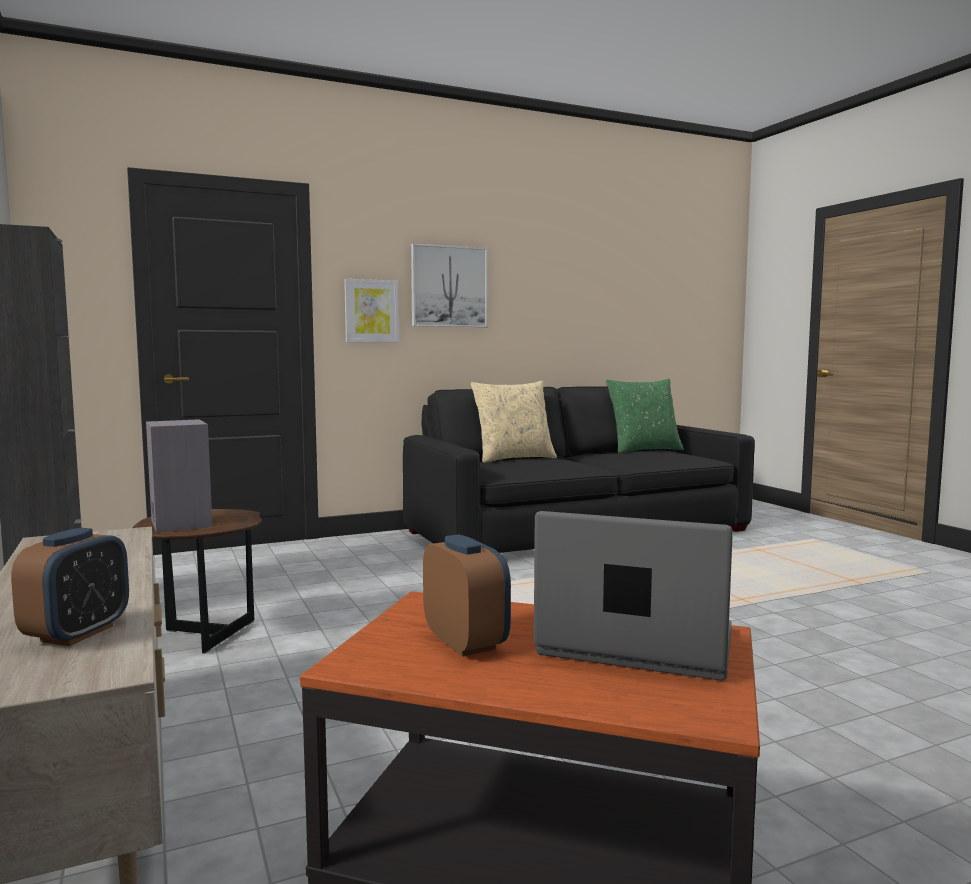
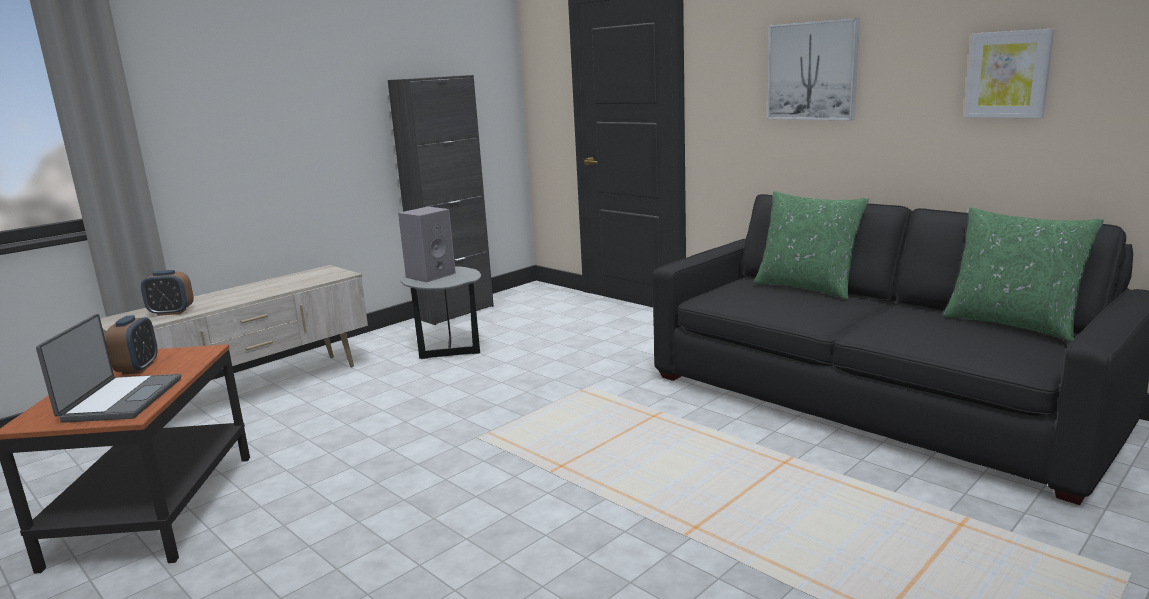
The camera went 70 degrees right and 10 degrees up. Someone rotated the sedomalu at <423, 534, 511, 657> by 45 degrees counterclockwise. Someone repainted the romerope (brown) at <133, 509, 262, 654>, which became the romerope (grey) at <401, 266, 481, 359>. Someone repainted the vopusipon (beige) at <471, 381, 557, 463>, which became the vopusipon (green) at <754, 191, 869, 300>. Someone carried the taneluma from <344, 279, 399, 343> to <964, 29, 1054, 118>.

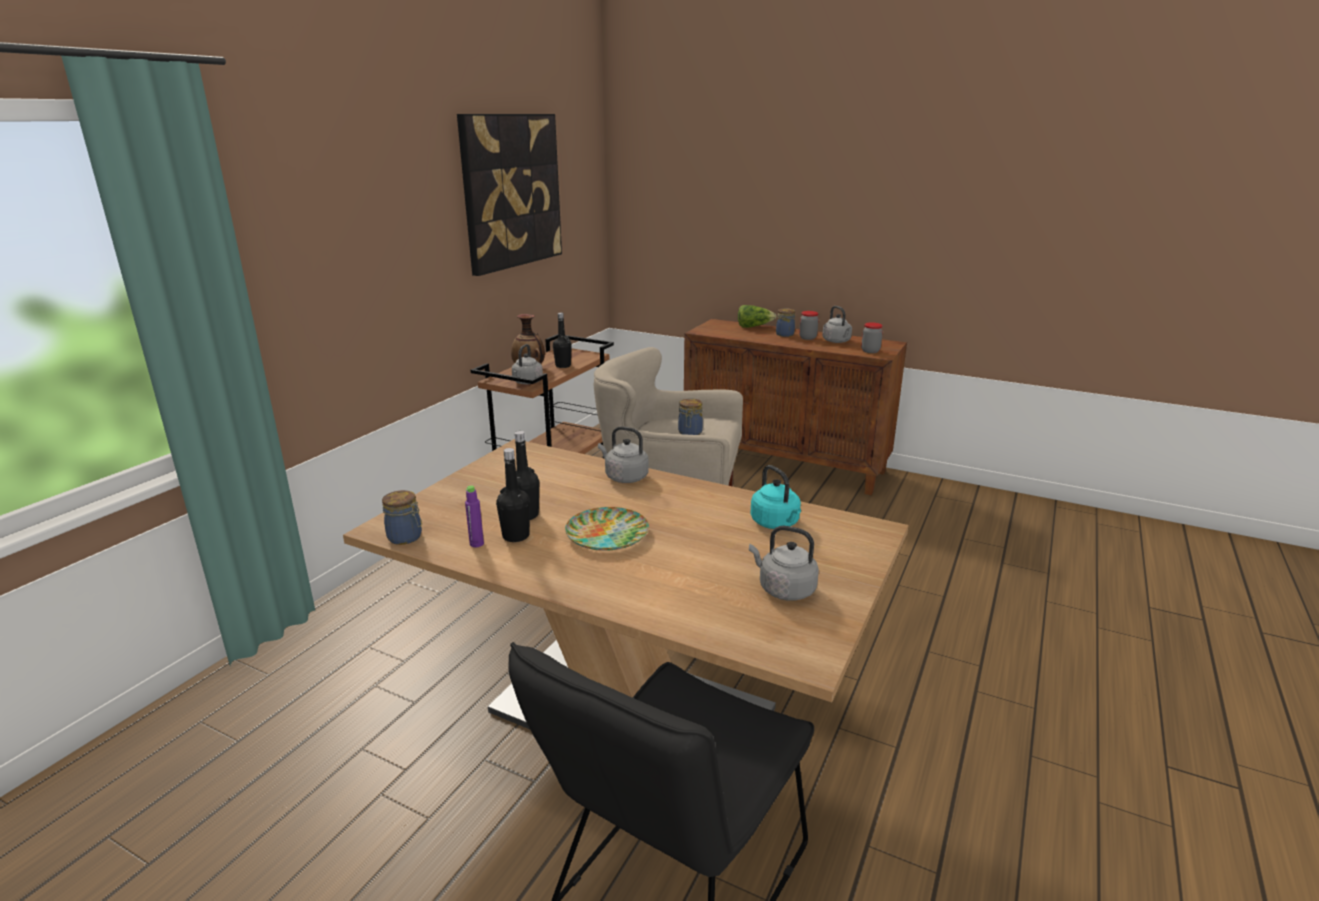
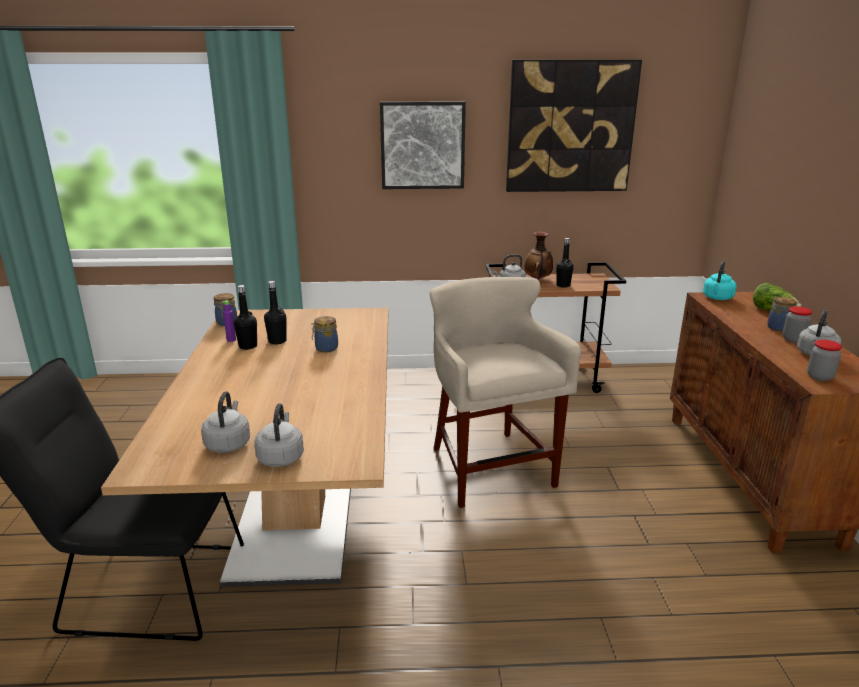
The camera went 60 degrees right and 0 degrees up. Someone carried the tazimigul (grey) from <598, 426, 649, 483> to <254, 403, 304, 467>. Someone carried the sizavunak from <678, 398, 703, 435> to <311, 316, 338, 352>. Someone put up the taneluma at <380, 102, 466, 189>. Someone carried the tazimigul (turquoise) from <750, 465, 801, 529> to <703, 261, 736, 300>. Someone took away the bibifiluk at <565, 507, 649, 551>.

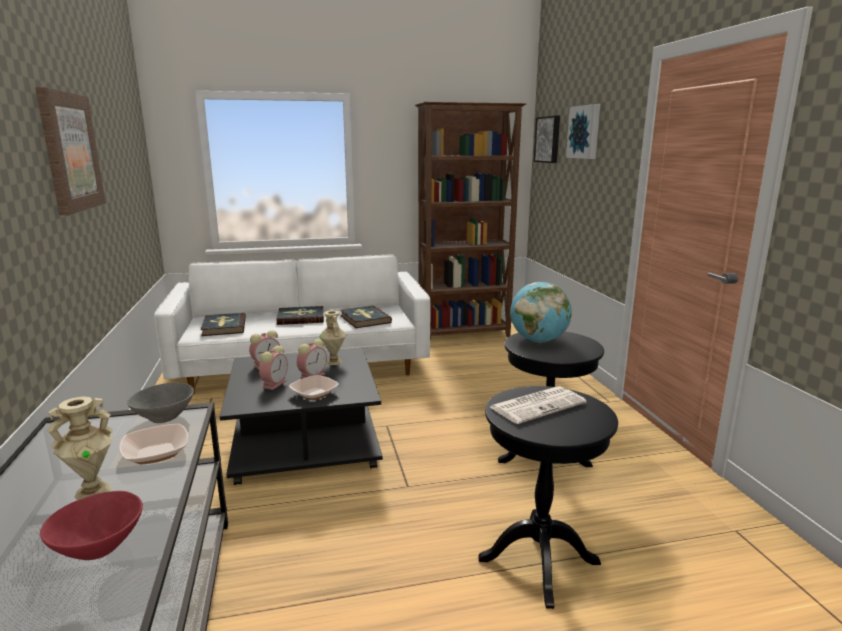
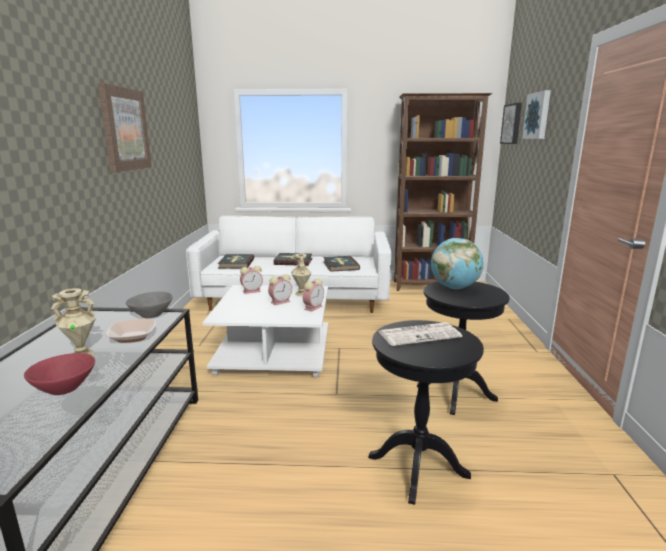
The camera went 15 degrees right and 0 degrees up. Someone repainted the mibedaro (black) at <220, 348, 383, 485>, which became the mibedaro (white) at <203, 285, 328, 377>. Someone carried the sedomalu from <259, 346, 288, 390> to <302, 278, 324, 312>. Someone took away the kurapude at <289, 375, 339, 400>.

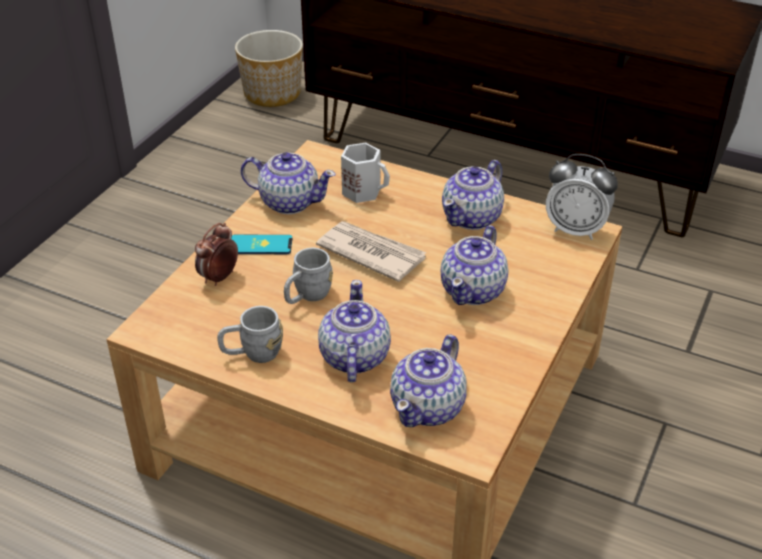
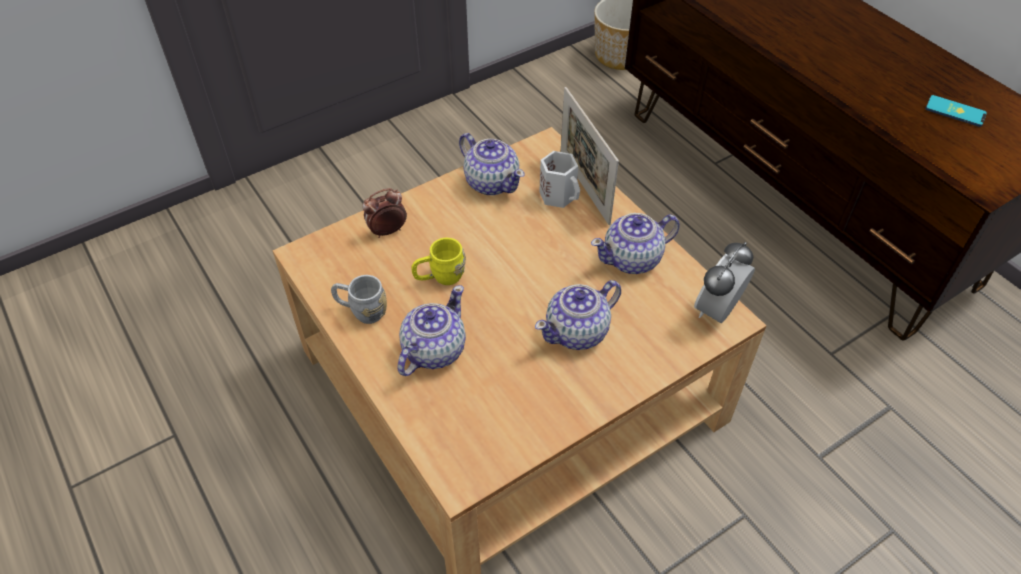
The camera went 30 degrees right and 10 degrees up. Someone repainted the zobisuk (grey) at <284, 248, 333, 304>, which became the zobisuk (yellow) at <411, 238, 466, 285>. Someone put down the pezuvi at <561, 87, 619, 225>. Someone rotated the sedomalu at <546, 154, 618, 240> by 75 degrees clockwise. Someone carried the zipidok from <231, 235, 292, 254> to <925, 95, 987, 127>. Someone took away the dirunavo at <316, 221, 426, 282>. Someone took away the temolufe at <390, 334, 467, 427>.

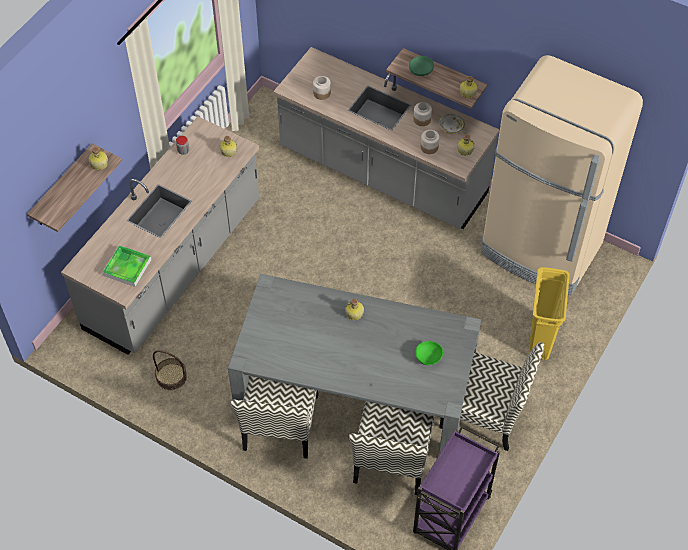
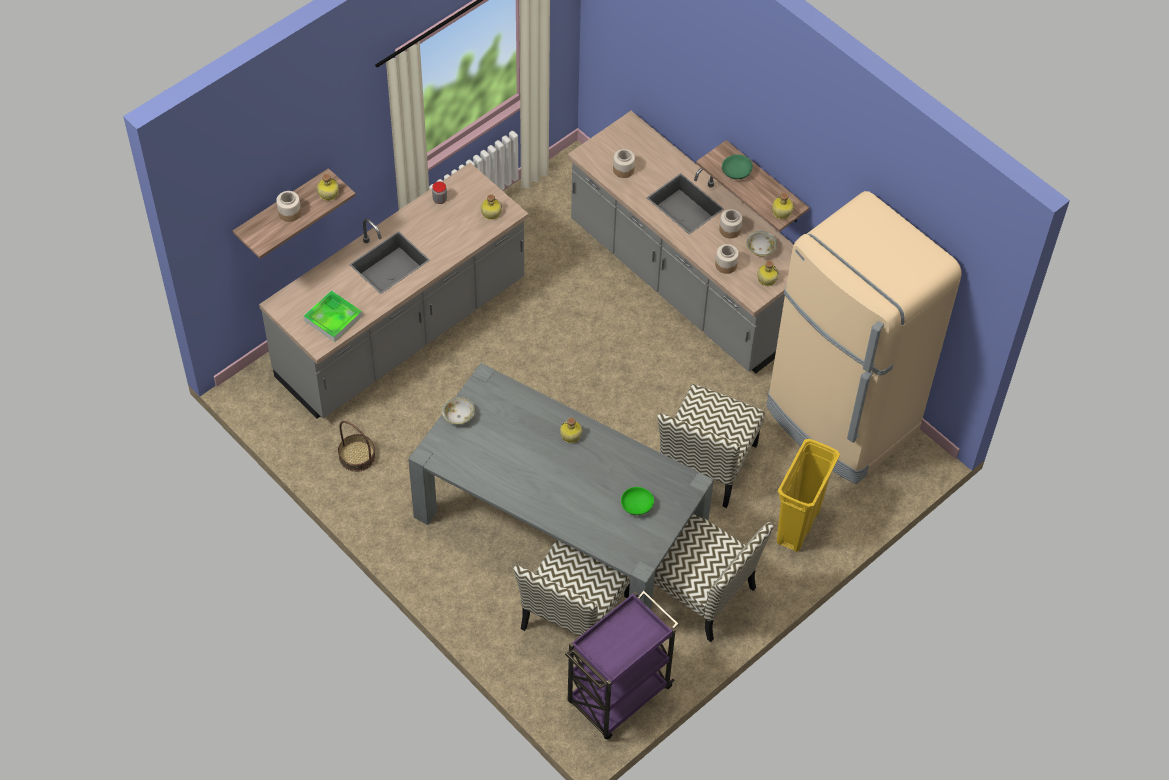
The camera went 15 degrees right and 0 degrees up. Someone put down the sizavunak at <276, 191, 301, 222>. Someone put down the kurapude at <442, 397, 475, 424>. Someone carried the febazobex from <231, 376, 318, 459> to <657, 384, 765, 508>.

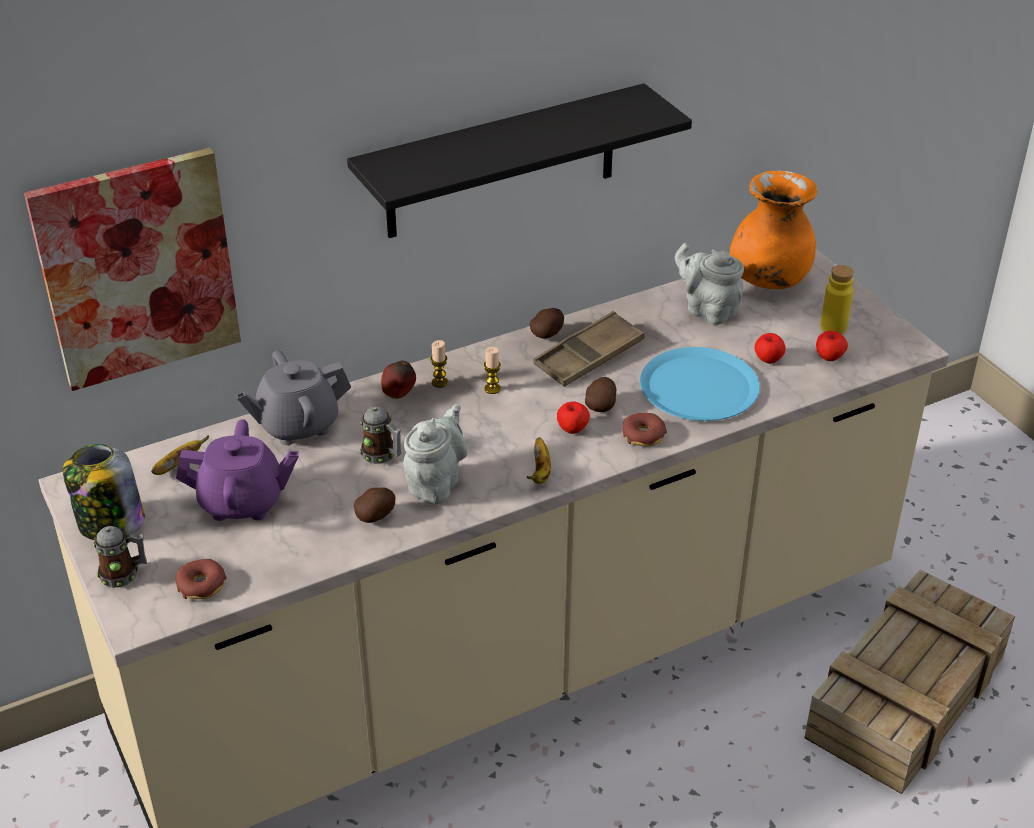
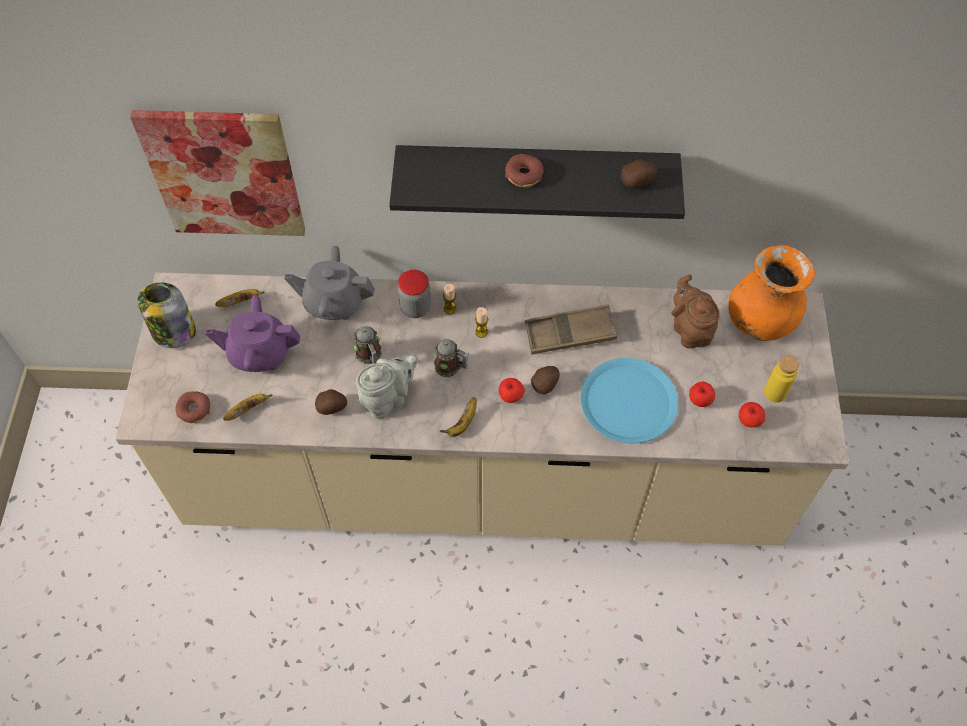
The camera went 30 degrees right and 20 degrees up. Someone rotated the temolufe (purple) at <176, 419, 299, 521> by 150 degrees clockwise. Someone put down the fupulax at <223, 394, 272, 421>. Someone swapped the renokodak at <381, 361, 416, 399> for the sizavunak at <398, 270, 431, 318>. Someone carried the zobisuk from <93, 526, 147, 588> to <433, 339, 469, 377>. Someone carried the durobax from <622, 413, 667, 447> to <505, 154, 543, 187>. Someone carried the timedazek from <530, 308, 564, 339> to <621, 159, 657, 188>. Someone repainted the temolufe (grey) at <675, 243, 744, 325>, which became the temolufe (brown) at <671, 274, 719, 348>. Someone took away the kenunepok at <804, 570, 1015, 794>.

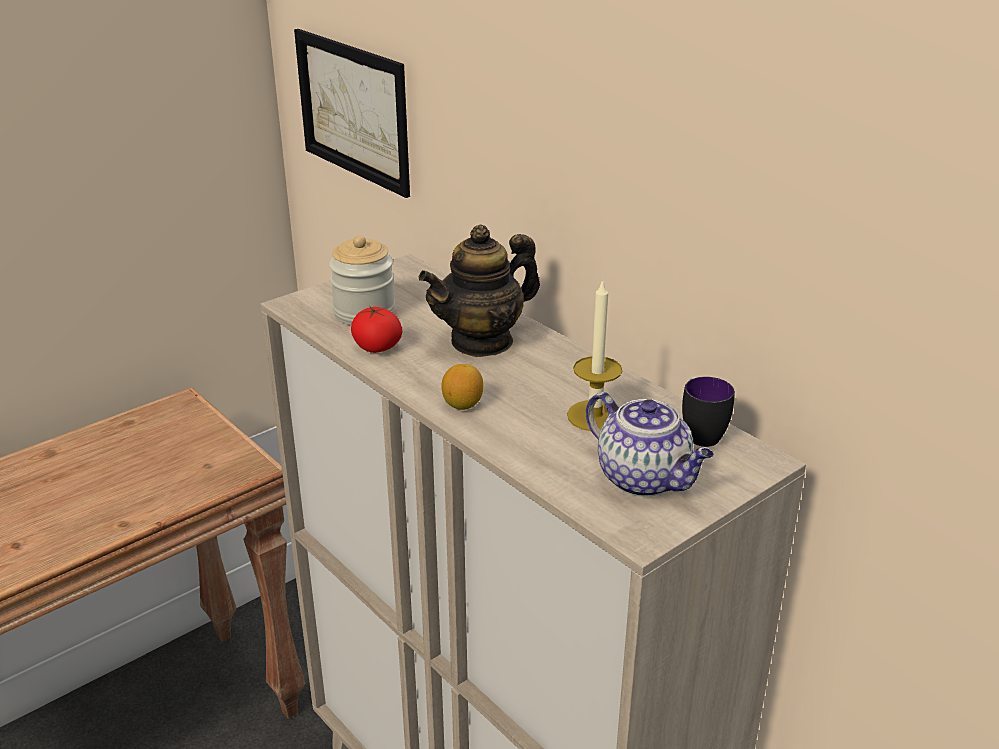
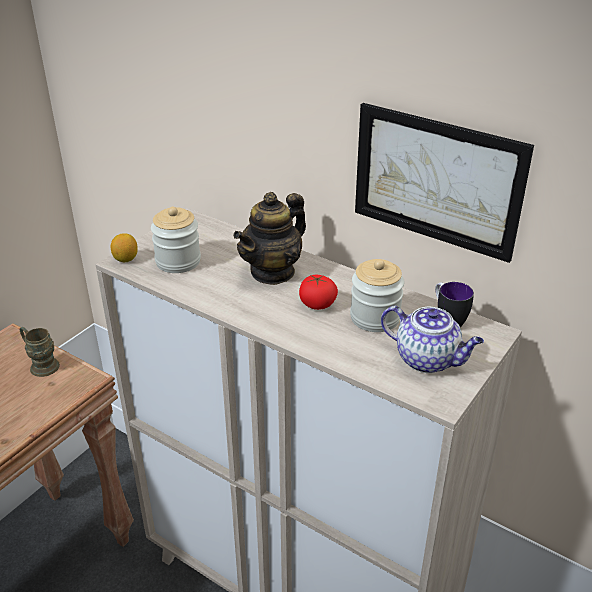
The camera went 15 degrees left and 5 degrees up. Someone put down the zobisuk (brown) at <20, 327, 60, 377>. Someone carried the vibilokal from <442, 364, 483, 410> to <111, 233, 138, 262>. Someone carried the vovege from <351, 307, 402, 353> to <299, 275, 338, 310>. Someone swapped the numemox at <567, 279, 622, 431> for the sizavunak at <350, 259, 404, 332>. Someone carried the taneluma from <294, 29, 410, 198> to <355, 103, 534, 263>.

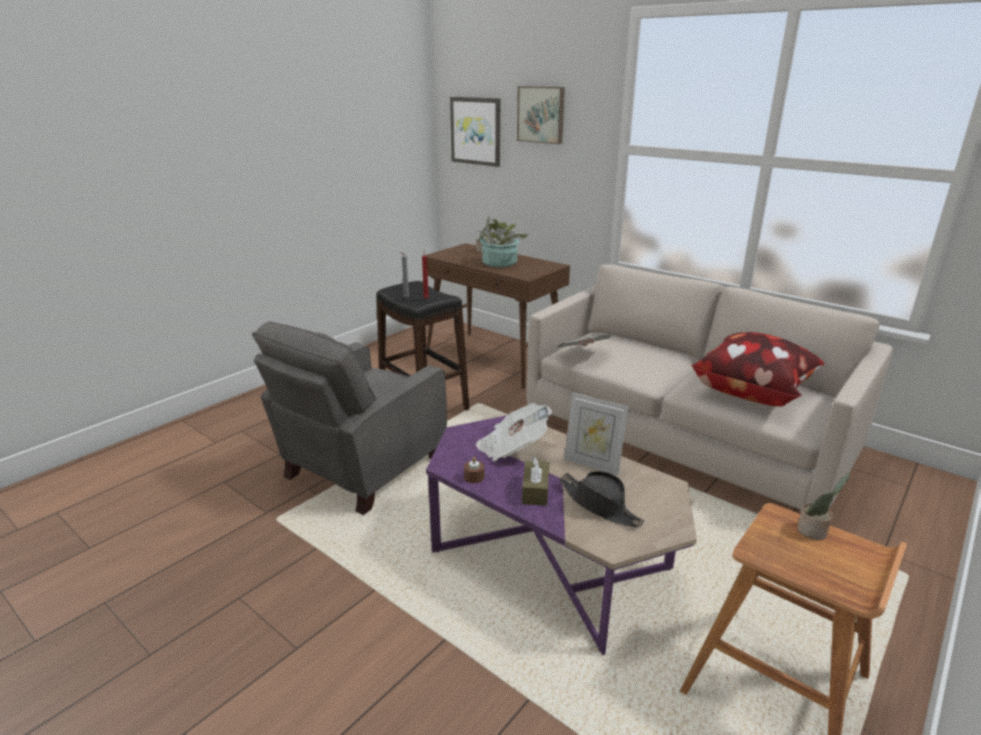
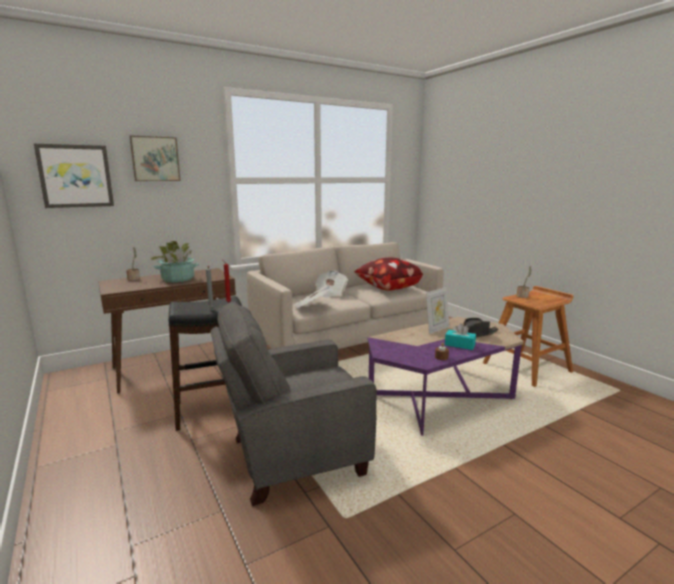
The camera went 70 degrees left and 10 degrees down. Someone rotated the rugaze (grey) at <252, 321, 447, 515> by 105 degrees clockwise. Someone carried the dirunavo from <476, 403, 552, 461> to <315, 270, 348, 298>. Someone repainted the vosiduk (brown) at <522, 456, 549, 506>, which became the vosiduk (turquoise) at <445, 323, 476, 350>.

